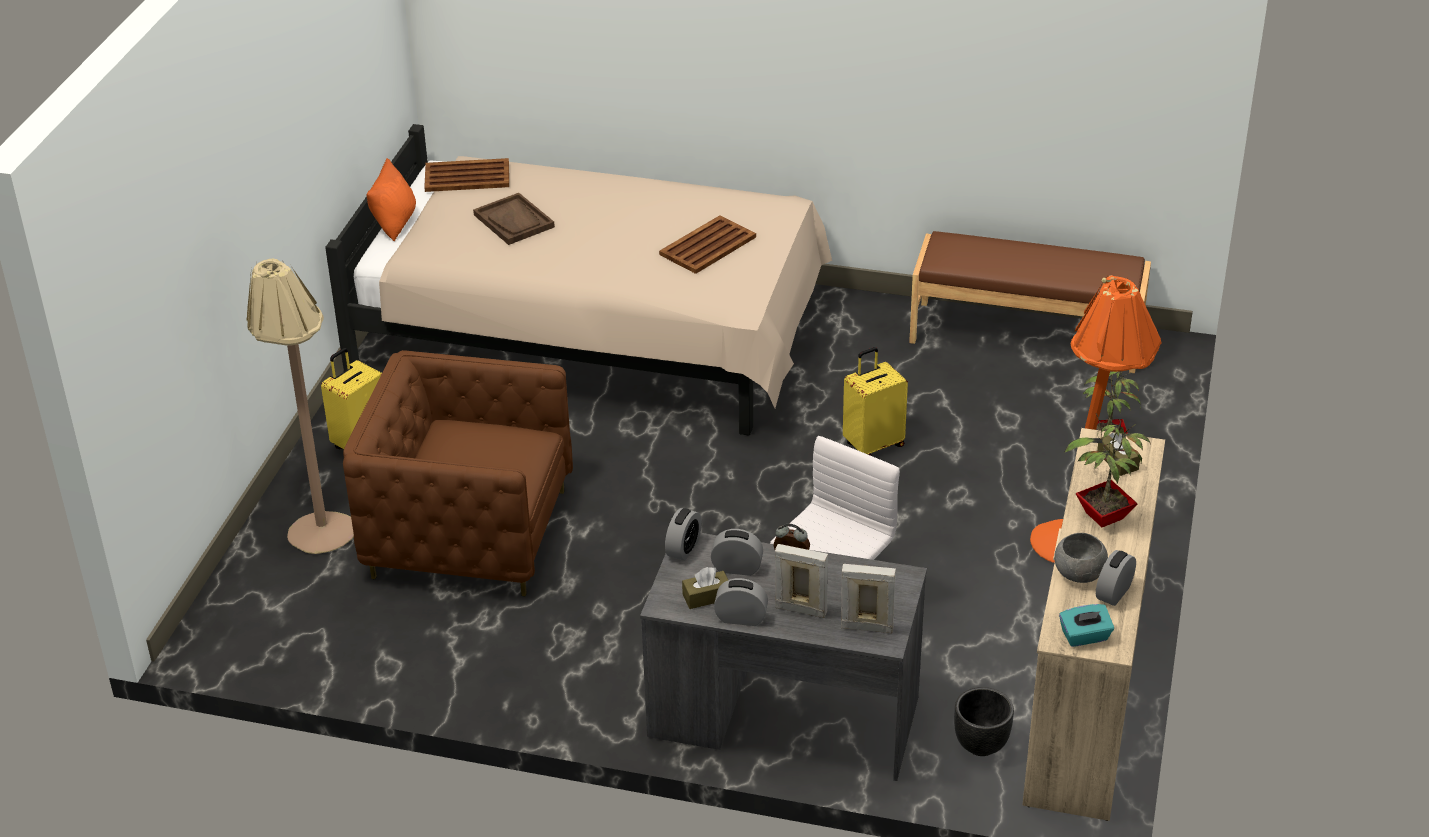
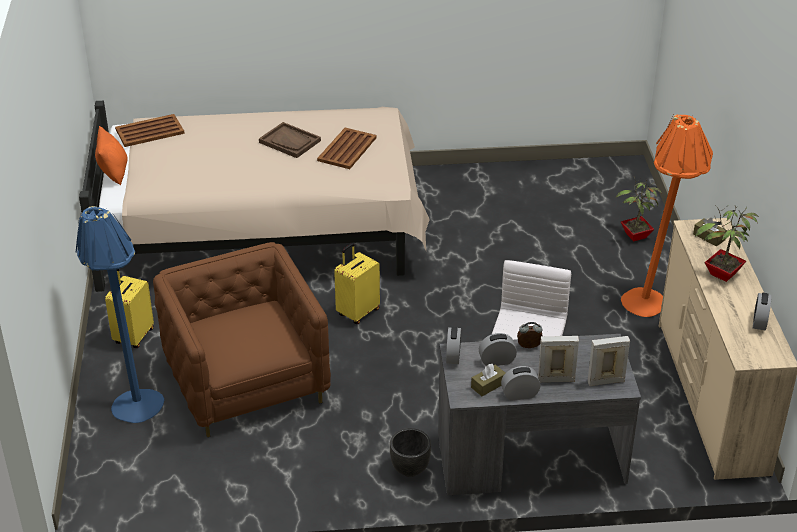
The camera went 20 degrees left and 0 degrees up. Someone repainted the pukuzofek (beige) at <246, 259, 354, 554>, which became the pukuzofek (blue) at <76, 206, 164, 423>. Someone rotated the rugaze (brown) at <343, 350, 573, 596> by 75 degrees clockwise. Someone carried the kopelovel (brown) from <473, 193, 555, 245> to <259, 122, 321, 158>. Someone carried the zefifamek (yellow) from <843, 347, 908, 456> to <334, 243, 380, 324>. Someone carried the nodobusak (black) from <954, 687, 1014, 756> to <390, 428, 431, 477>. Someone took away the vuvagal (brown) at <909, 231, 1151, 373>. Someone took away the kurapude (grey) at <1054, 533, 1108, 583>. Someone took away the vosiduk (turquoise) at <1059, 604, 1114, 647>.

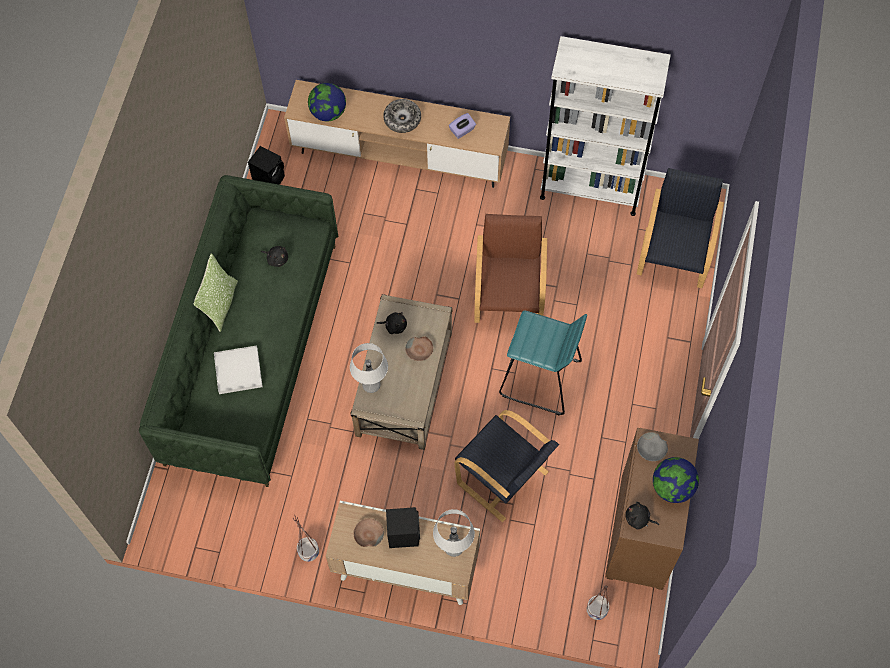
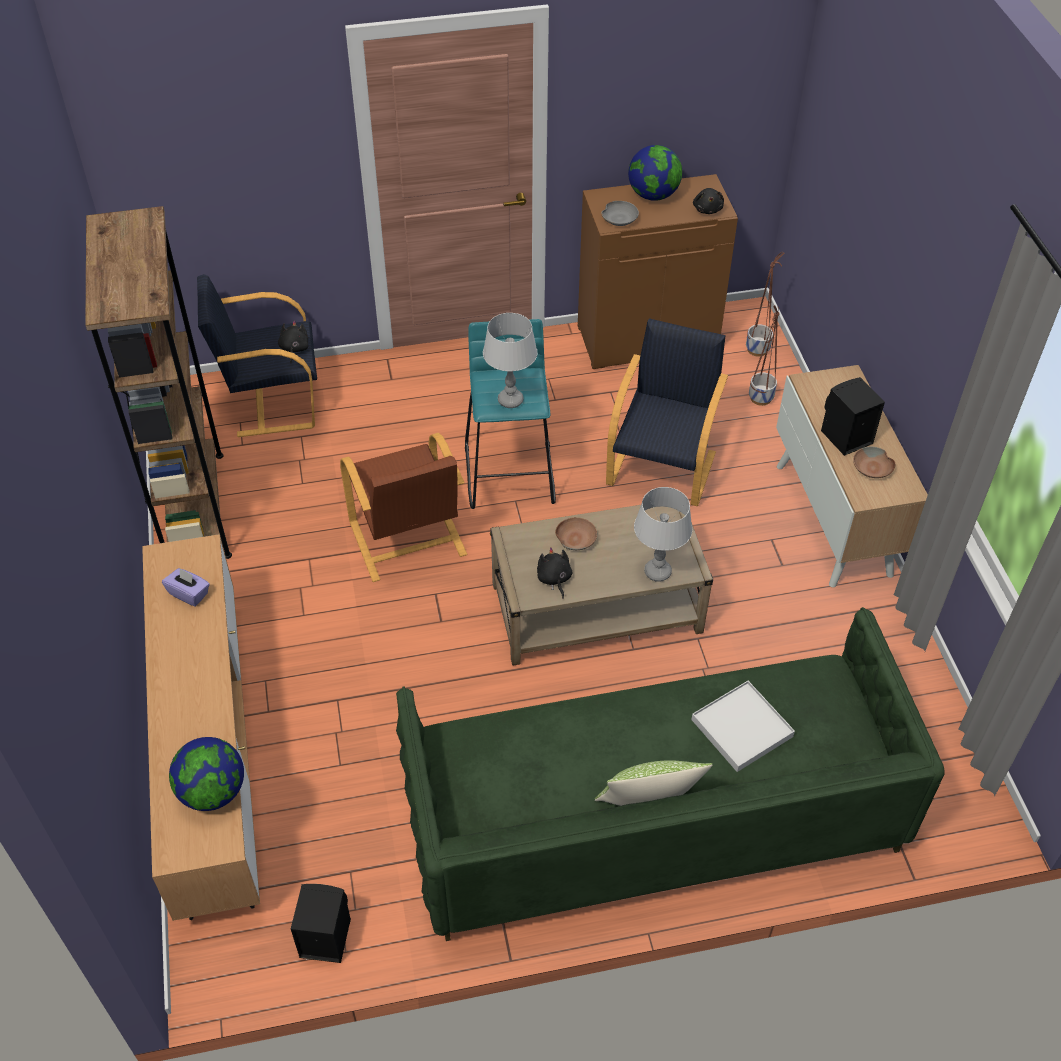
The camera went 115 degrees left and 15 degrees down. Someone repainted the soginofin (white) at <540, 36, 671, 216>, which became the soginofin (brown) at <85, 206, 232, 559>. Someone carried the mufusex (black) from <261, 246, 288, 267> to <278, 321, 308, 364>. Someone rotated the rugaze (brown) at <474, 214, 547, 323> by 90 degrees counterclockwise. Someone carried the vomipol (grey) from <433, 509, 475, 557> to <483, 313, 538, 408>. Someone carried the nodobusak from <293, 515, 319, 562> to <749, 305, 780, 406>. Someone took away the kurapude at <383, 99, 421, 133>.

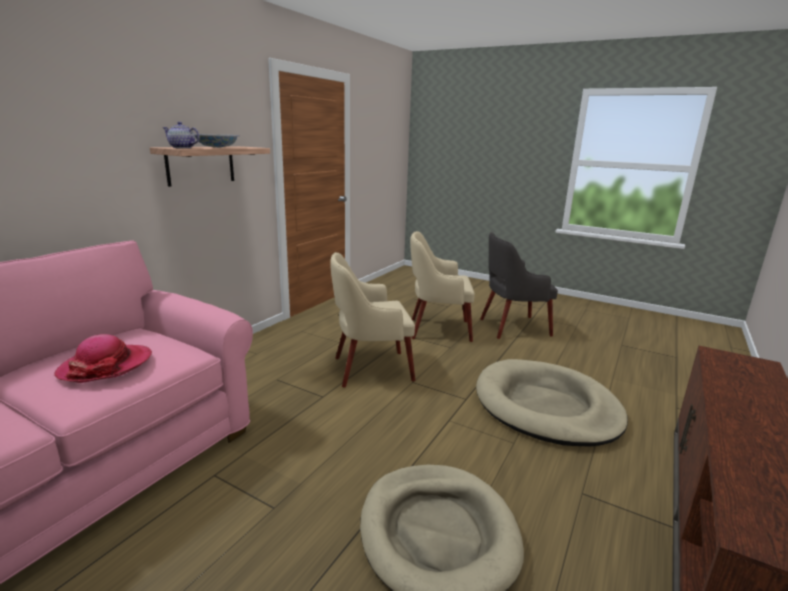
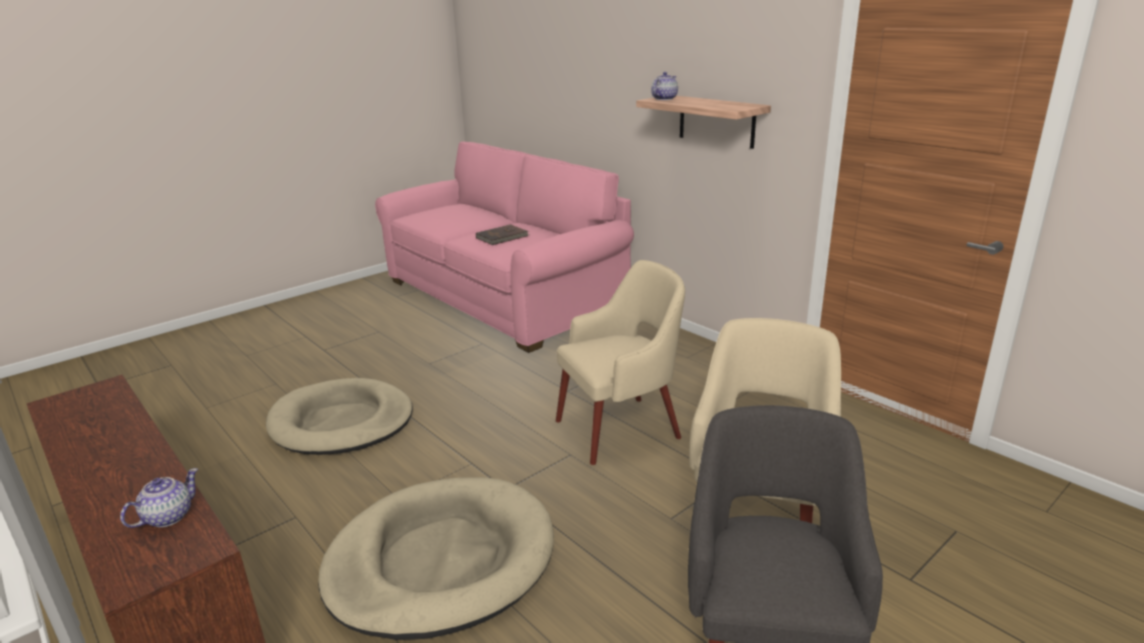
The camera went 110 degrees right and 5 degrees up. Someone put down the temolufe at <120, 468, 198, 528>. Someone swapped the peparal at <54, 334, 152, 383> for the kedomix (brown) at <476, 224, 529, 245>. Someone rotated the rugaze (beige) at <330, 252, 415, 387> by 60 degrees clockwise. Someone took away the kurapude at <194, 134, 240, 148>.

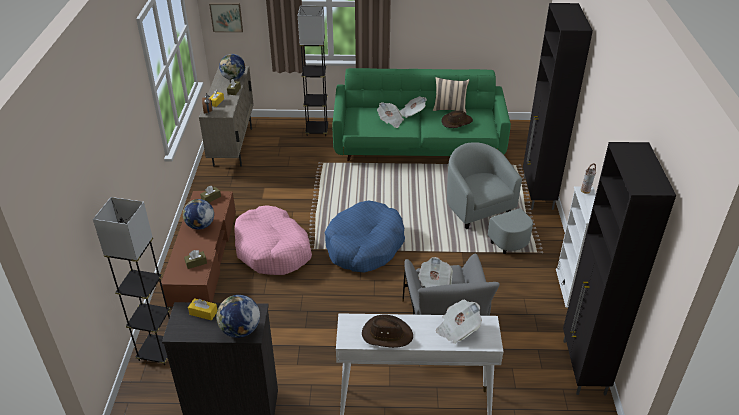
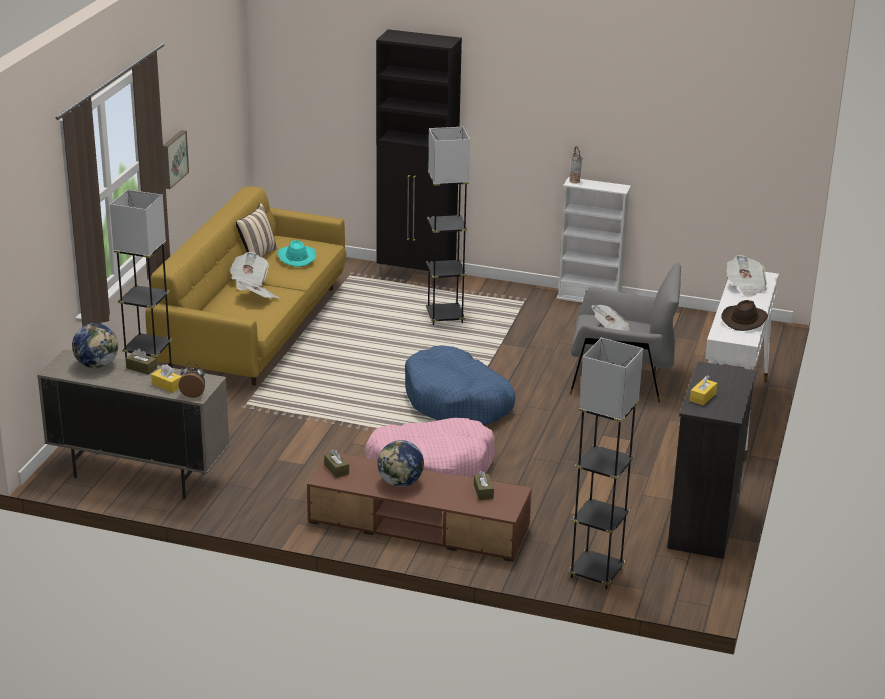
The camera went 75 degrees left and 10 degrees down. Someone repainted the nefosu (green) at <333, 68, 511, 161>, which became the nefosu (yellow) at <146, 186, 346, 385>. Someone carried the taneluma from <209, 3, 243, 32> to <163, 130, 189, 189>. Someone repainted the peparal (brown) at <442, 111, 473, 128>, which became the peparal (turquoise) at <278, 240, 316, 267>. Someone swapped the rugaze (grey) at <447, 142, 533, 254> for the pukuzofek (black) at <426, 127, 470, 325>. Someone took away the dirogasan at <216, 295, 260, 338>. Someone took away the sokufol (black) at <563, 142, 676, 396>.

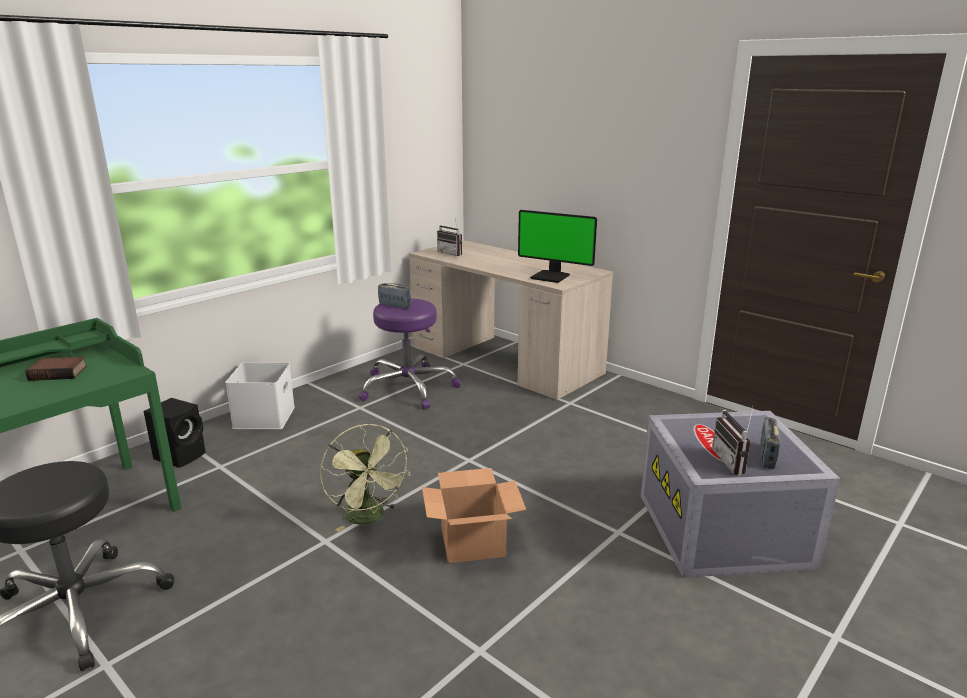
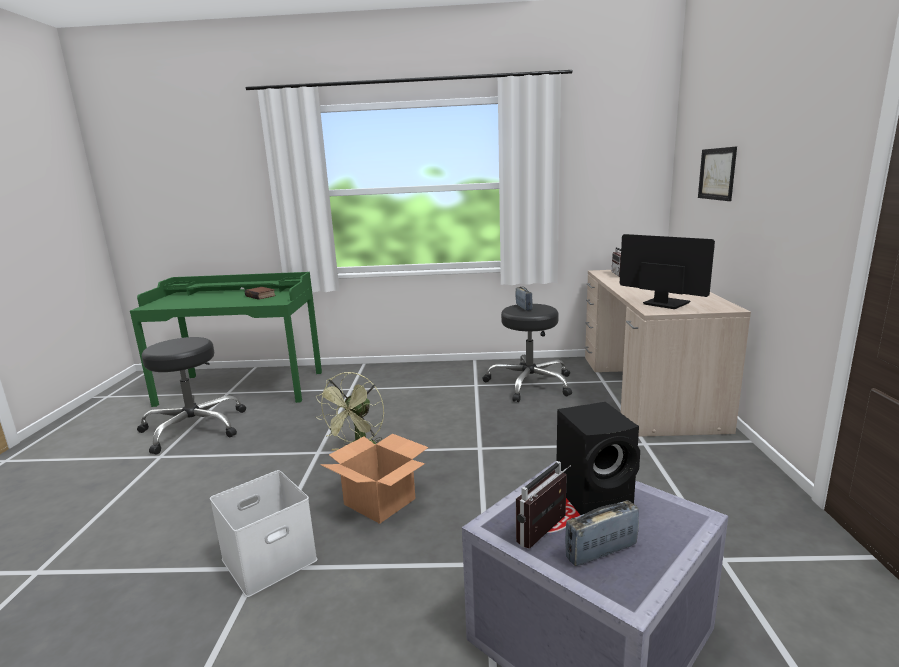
The camera went 50 degrees right and 5 degrees down. Someone carried the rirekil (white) from <225, 362, 295, 429> to <210, 470, 317, 597>. Someone repainted the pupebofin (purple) at <358, 298, 461, 409>, which became the pupebofin (black) at <482, 304, 572, 402>. Someone carried the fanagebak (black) from <144, 398, 206, 468> to <557, 402, 640, 515>. Someone rotated the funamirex at <518, 210, 597, 283> by 150 degrees clockwise. Someone put up the taneluma at <698, 147, 737, 201>.

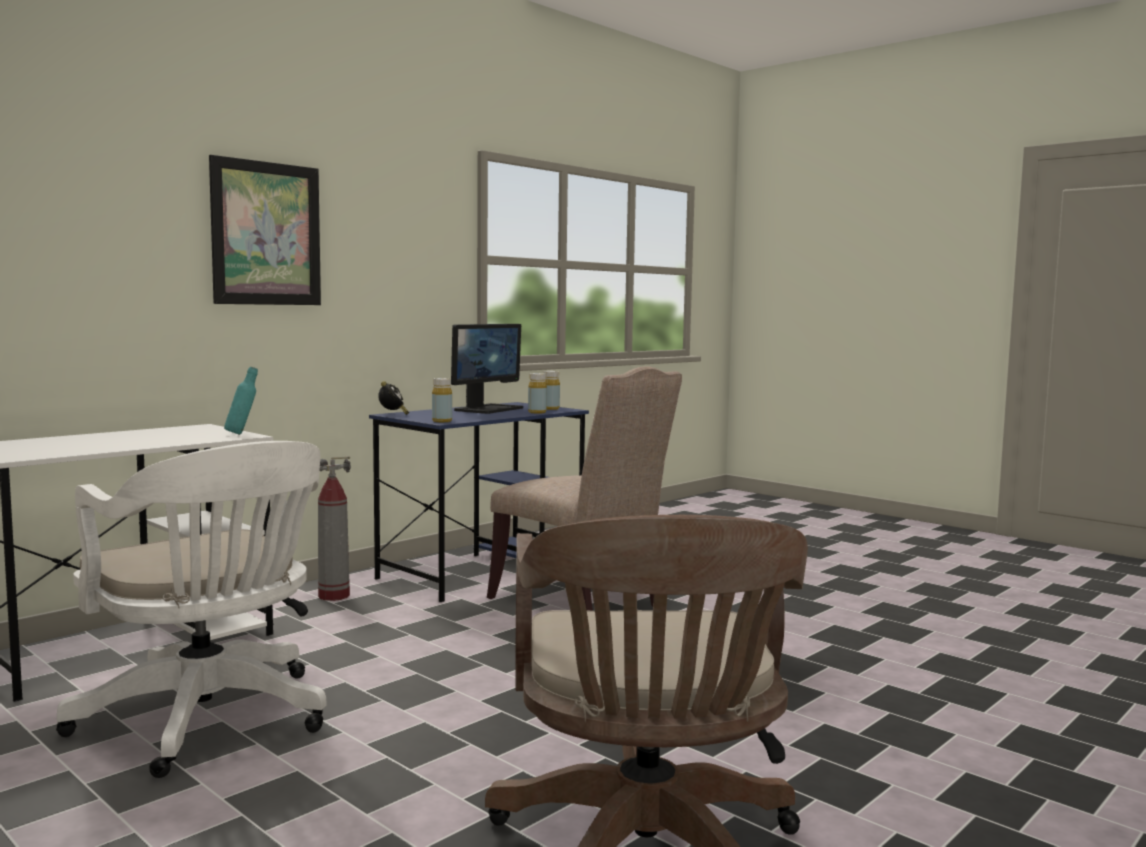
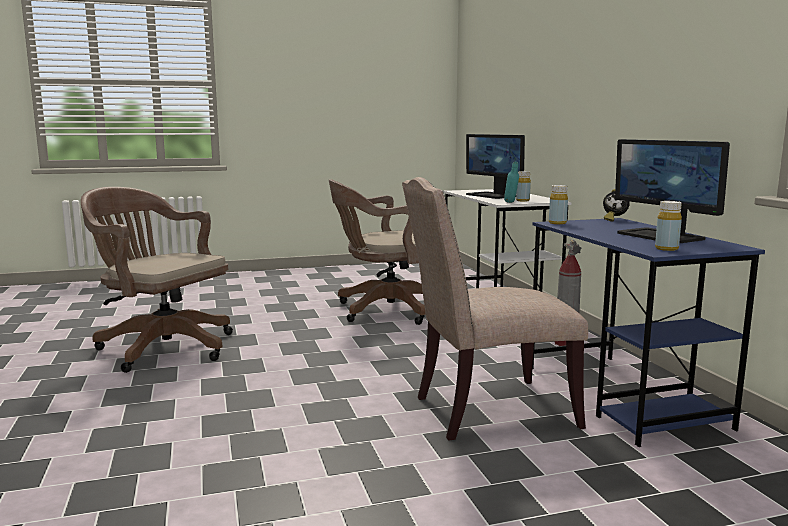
The camera went 120 degrees right and 5 degrees up. Someone repainted the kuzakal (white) at <56, 441, 326, 778>, which became the kuzakal (brown) at <329, 179, 426, 325>. Someone put down the funamirex at <466, 134, 525, 199>. Someone carried the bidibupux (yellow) from <528, 373, 547, 414> to <516, 171, 531, 202>. Someone took away the taneluma at <209, 155, 321, 305>.

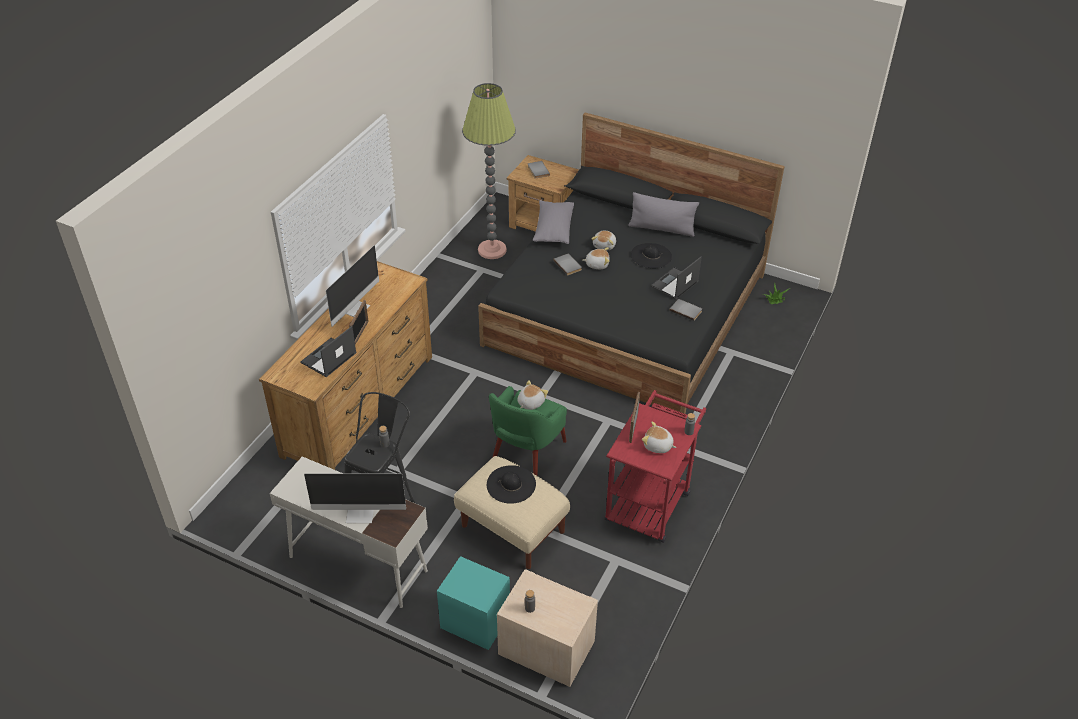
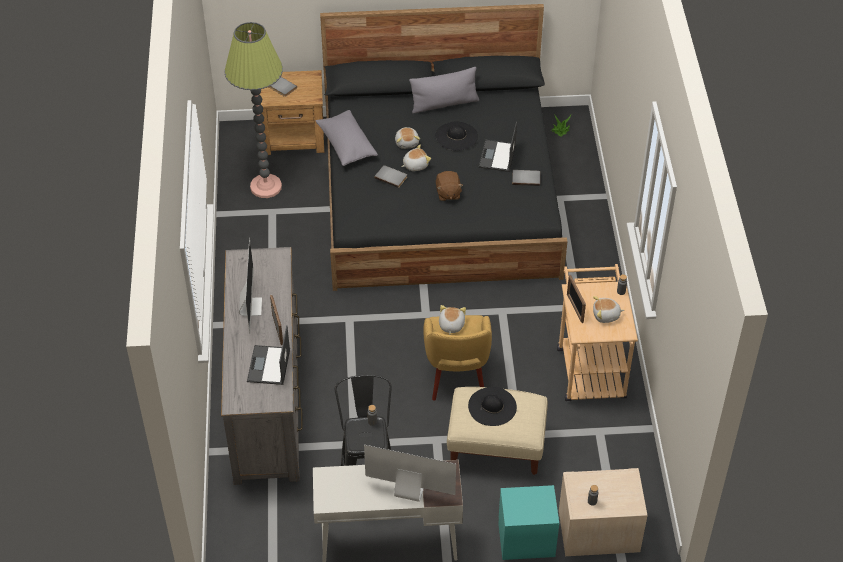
The camera went 30 degrees left and 5 degrees up. Someone repainted the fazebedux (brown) at <259, 261, 432, 470>, which became the fazebedux (grey) at <221, 247, 303, 485>. Someone rotated the funamirex at <304, 473, 406, 523> by 135 degrees counterclockwise. Someone repainted the rugaze (green) at <489, 386, 567, 476>, which became the rugaze (yellow) at <423, 315, 492, 401>. Someone put down the mufusex (brown) at <436, 171, 463, 201>. Someone repainted the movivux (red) at <605, 390, 706, 543>, which became the movivux (beige) at <557, 264, 638, 401>.

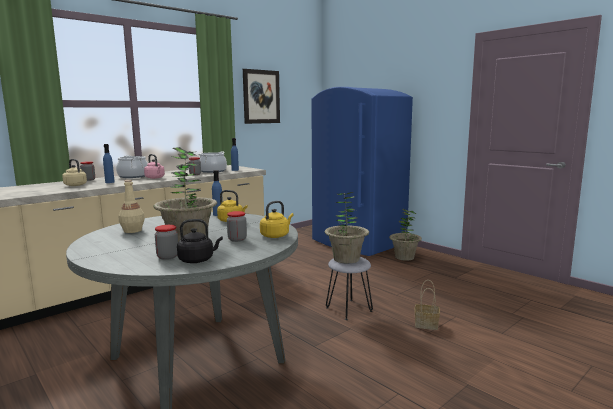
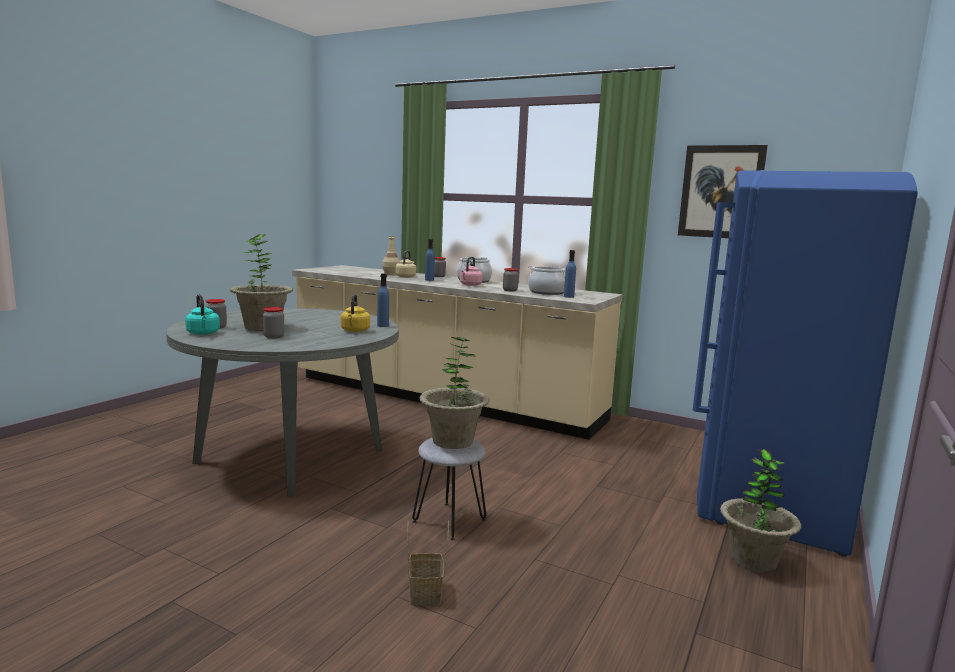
The camera went 70 degrees right and 0 degrees up. Someone repainted the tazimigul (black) at <177, 219, 223, 263>, which became the tazimigul (turquoise) at <185, 294, 220, 335>. Someone carried the bidibupux (beige) from <118, 180, 145, 233> to <382, 236, 400, 275>. Someone took away the tazimigul (yellow) at <260, 201, 294, 238>.

